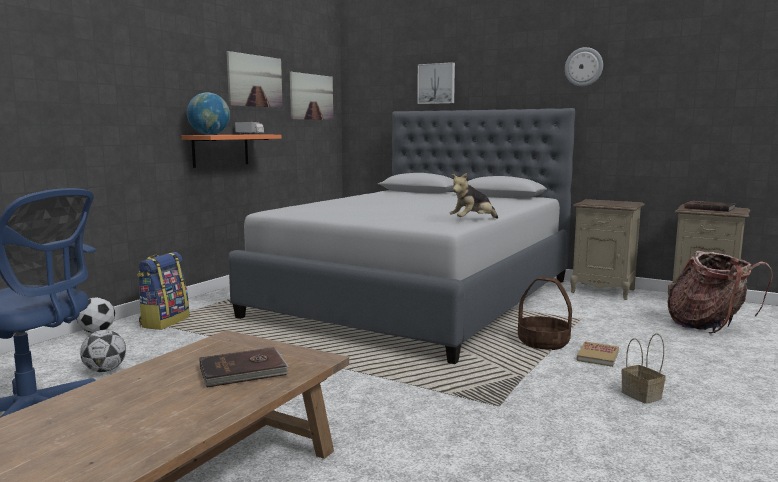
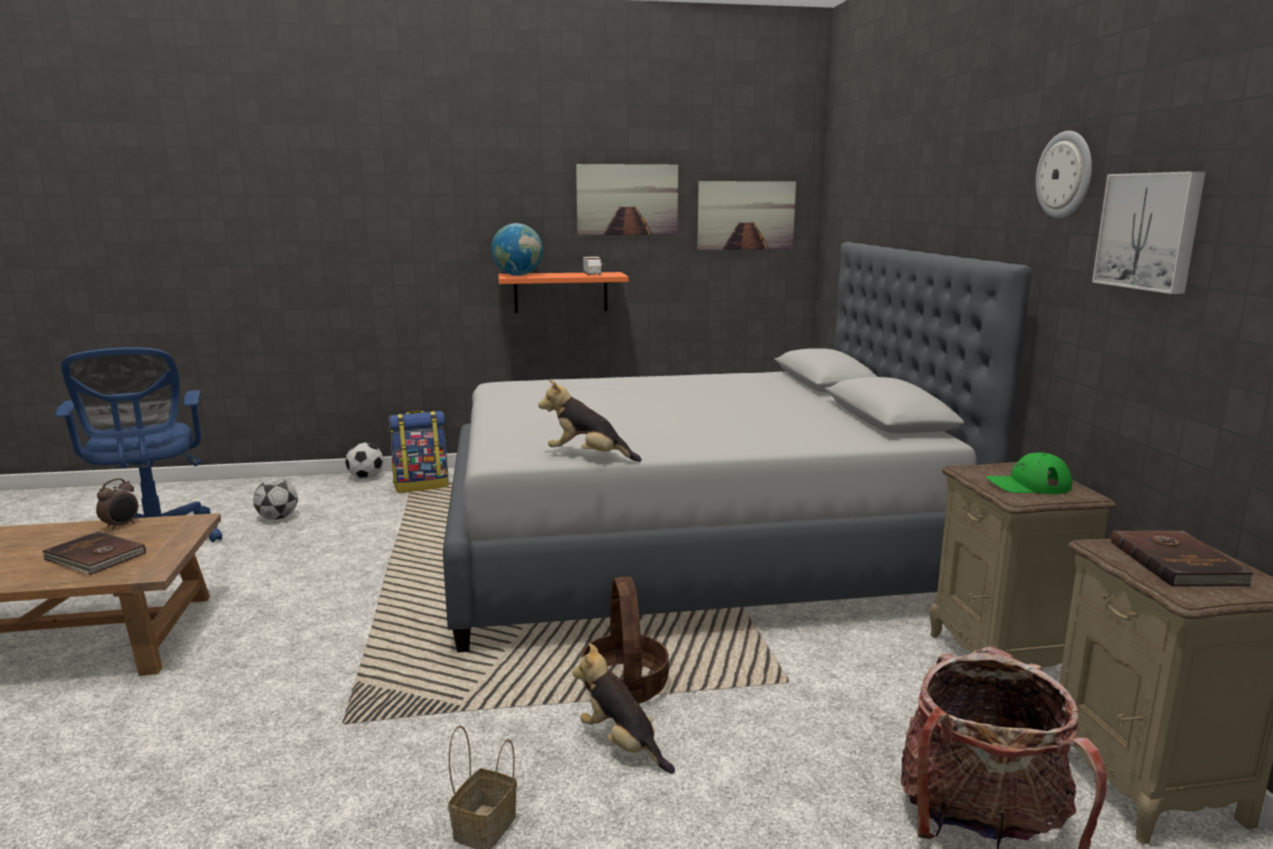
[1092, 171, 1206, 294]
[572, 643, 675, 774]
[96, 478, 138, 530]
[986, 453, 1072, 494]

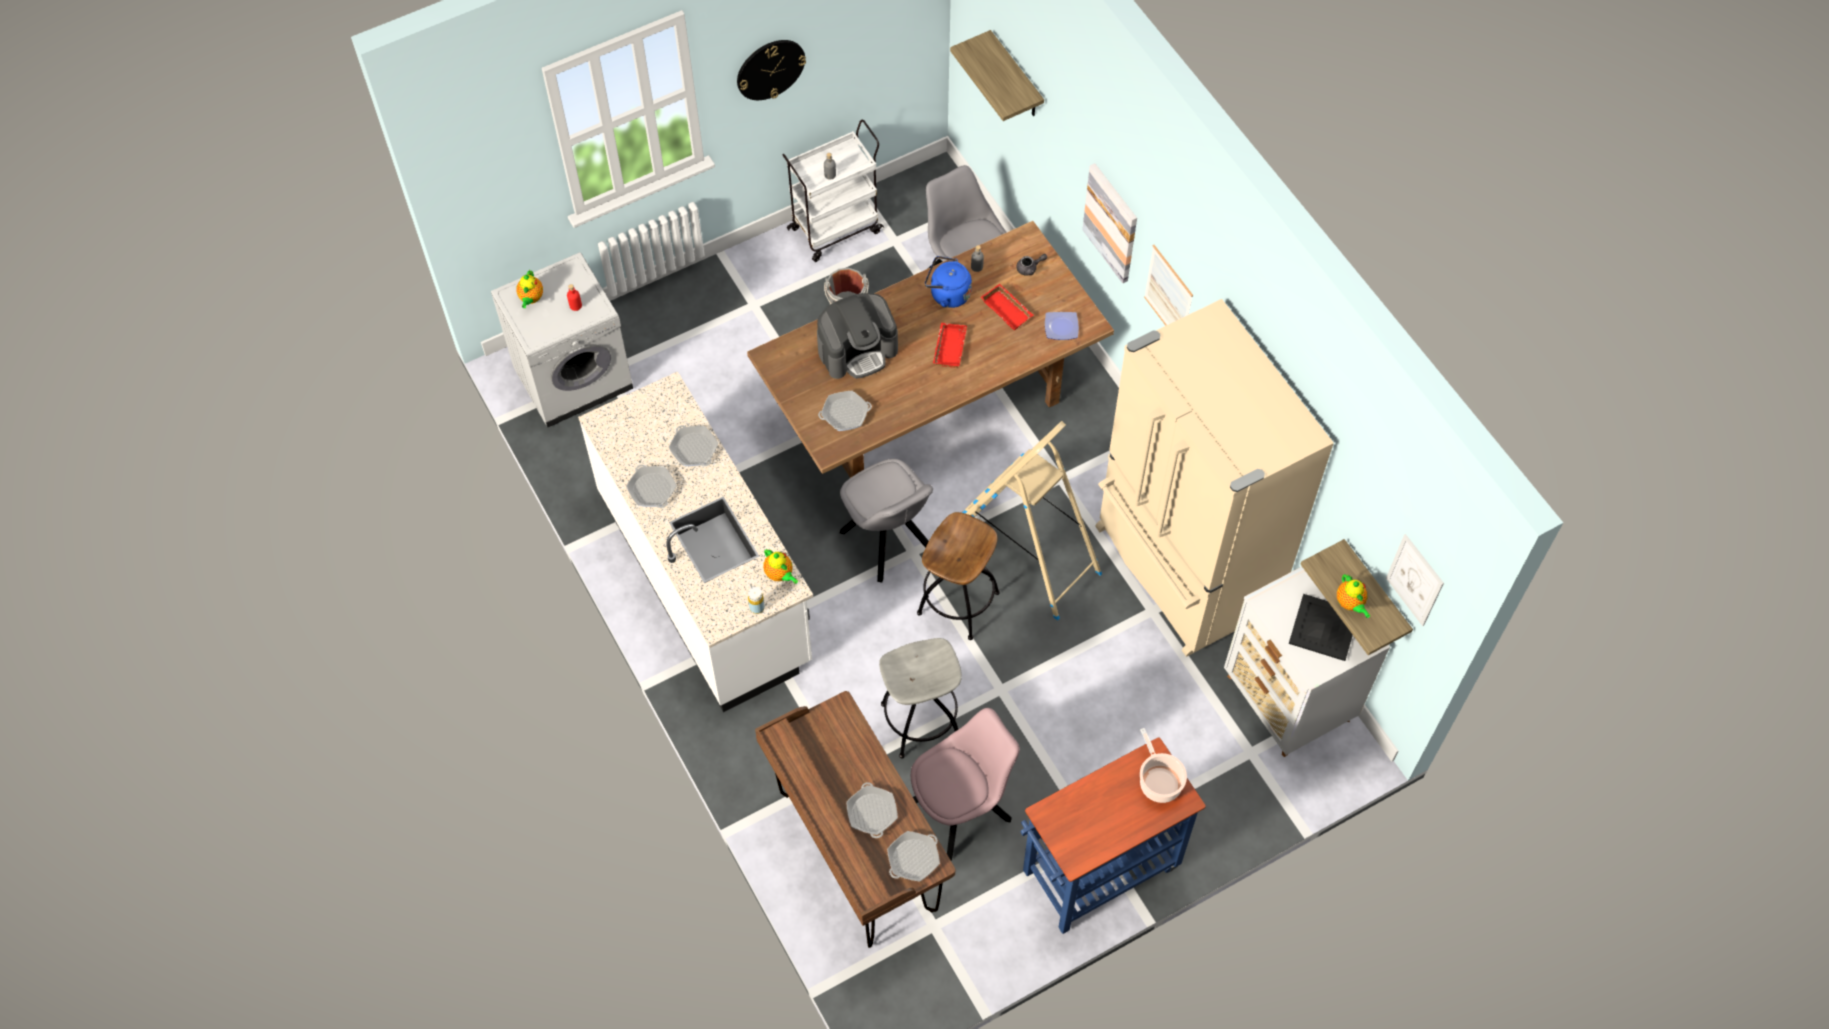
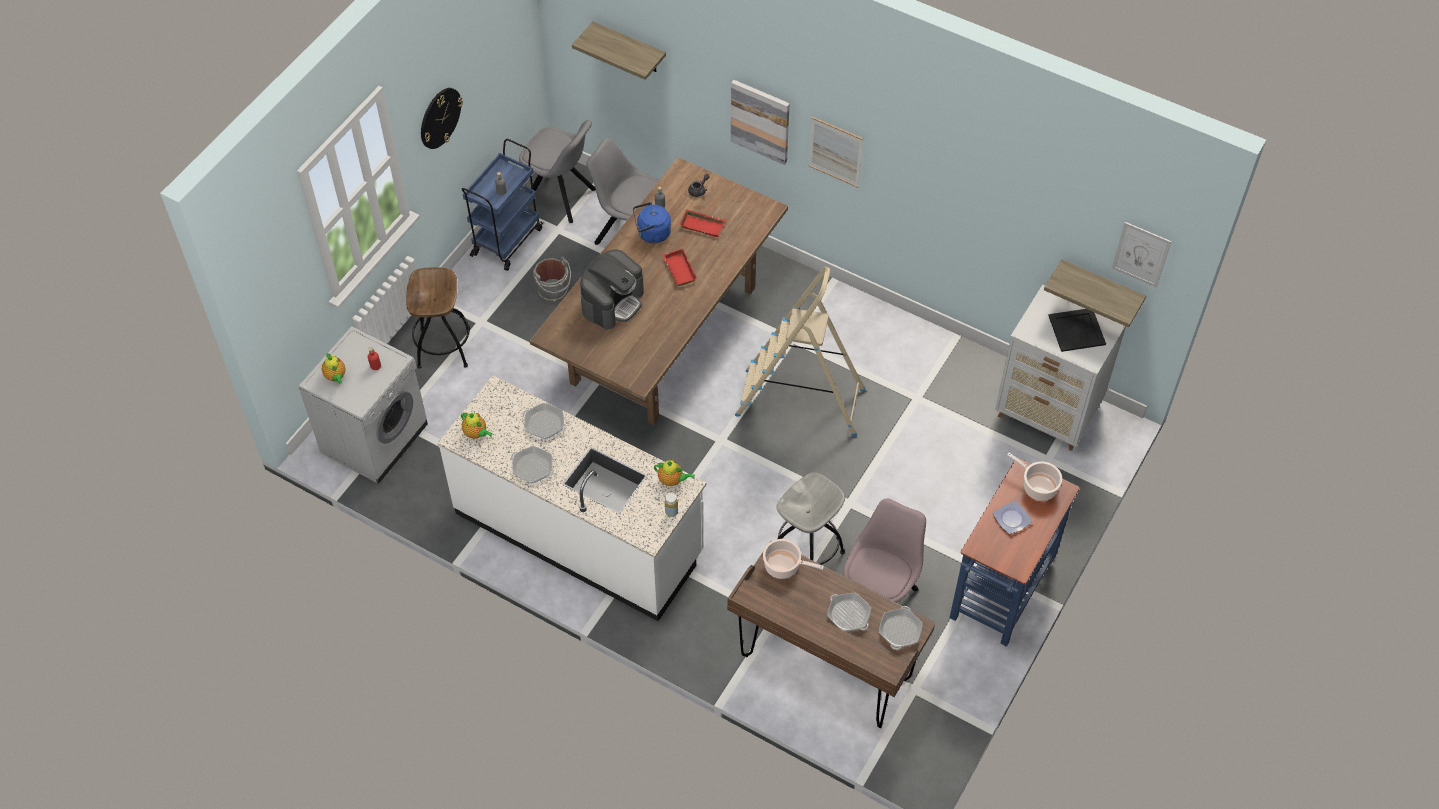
[462, 139, 543, 271]
[818, 391, 872, 431] (first image)
[519, 120, 596, 223]
[406, 268, 470, 369]
[993, 501, 1032, 534]
[1095, 299, 1334, 657] (first image)
[461, 412, 493, 439]
[763, 539, 824, 579]

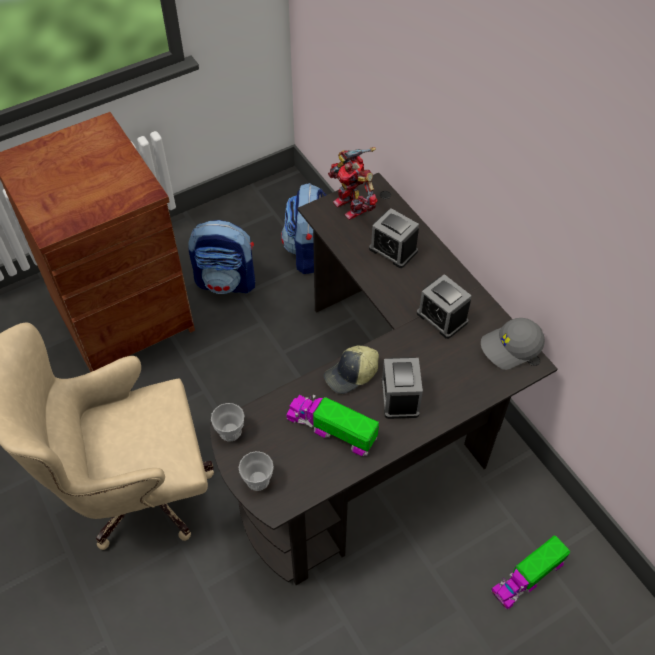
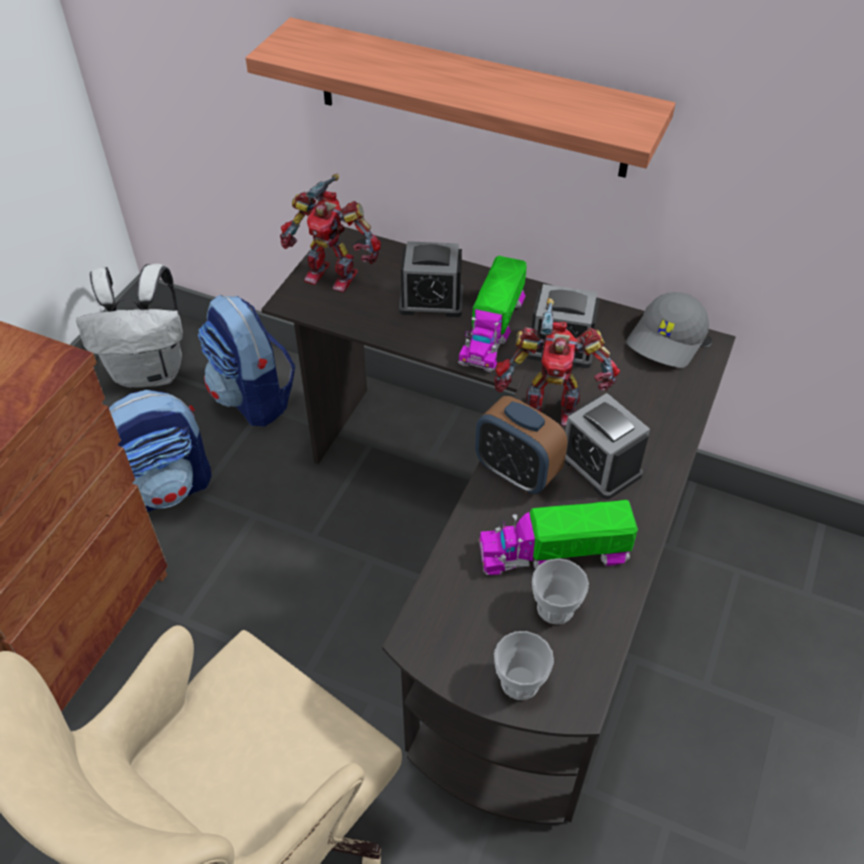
[532, 558, 589, 624]
[475, 396, 567, 494]
[458, 256, 526, 372]
[76, 264, 183, 388]
[246, 17, 676, 178]
[494, 298, 620, 426]

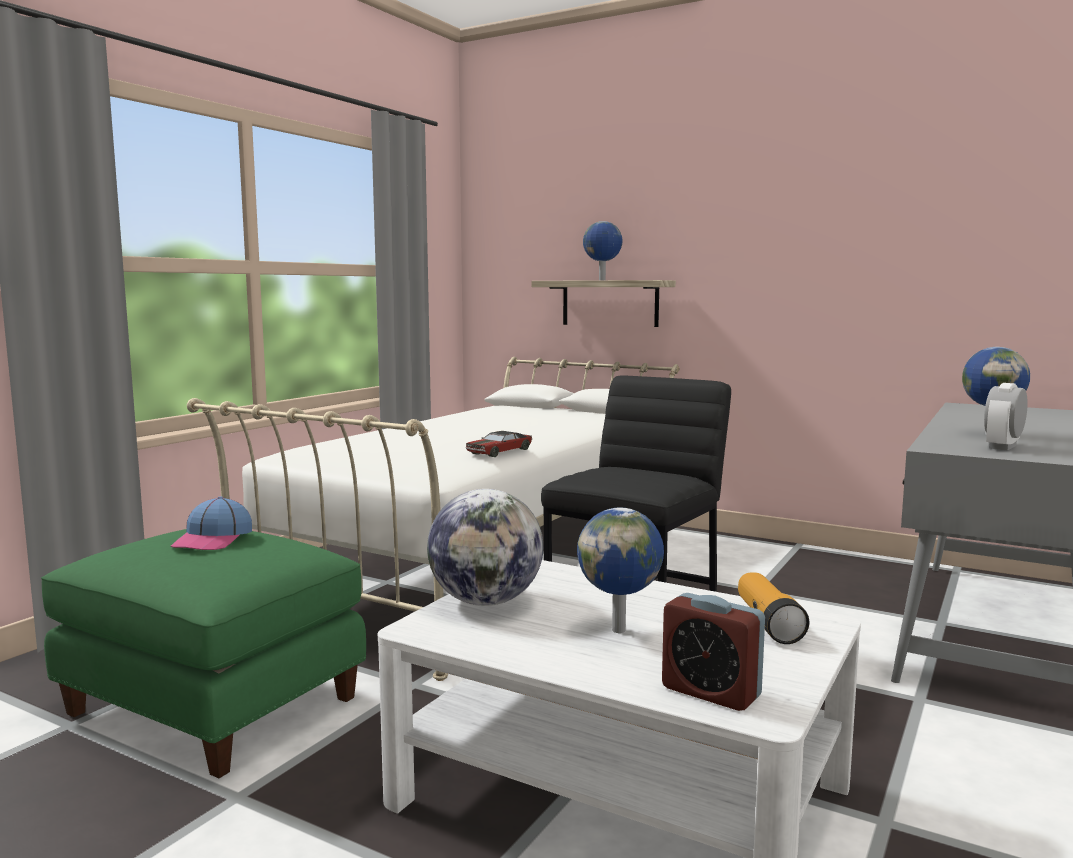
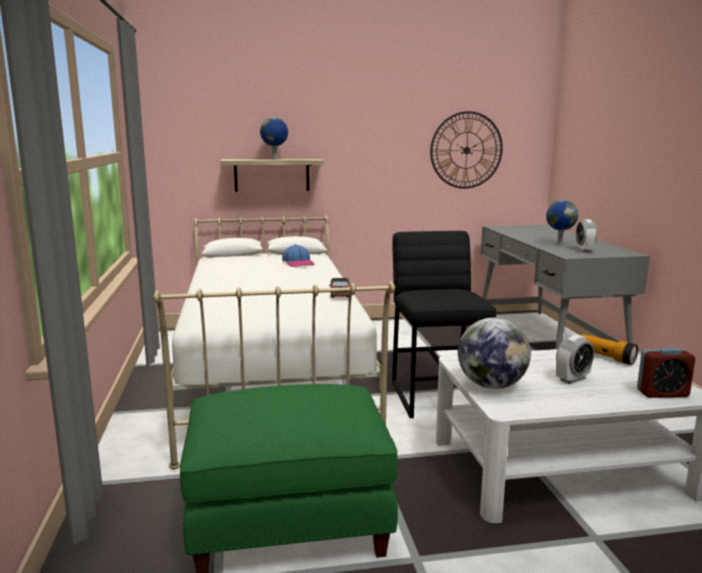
[282, 244, 314, 267]
[556, 335, 594, 384]
[430, 111, 503, 189]

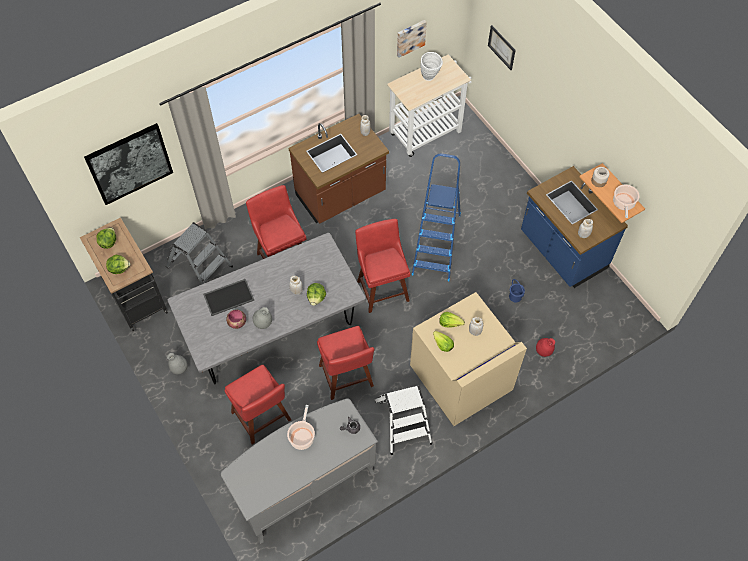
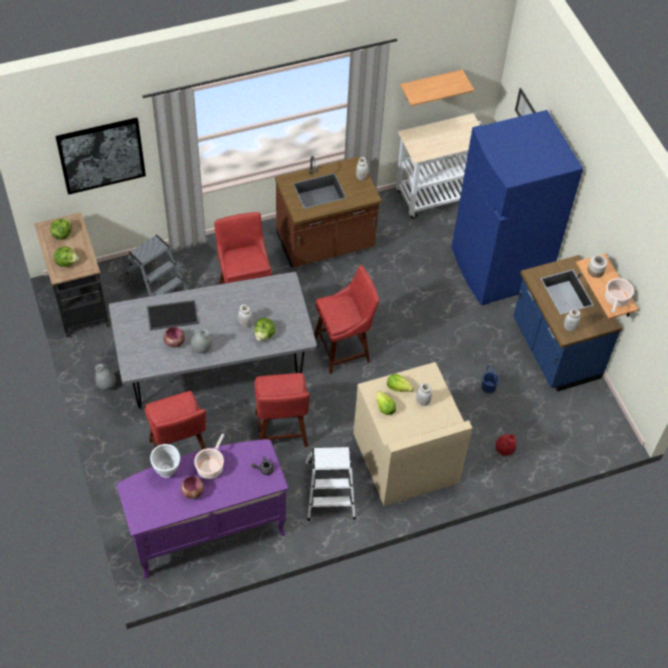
[117, 439, 289, 579]
[314, 265, 379, 374]
[400, 69, 474, 106]
[412, 154, 461, 281] (first image)
[150, 444, 180, 478]
[181, 476, 204, 499]
[452, 110, 583, 306]

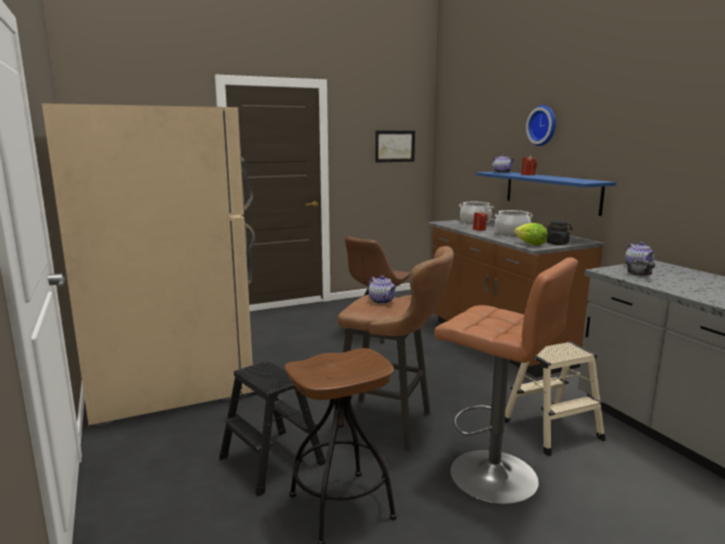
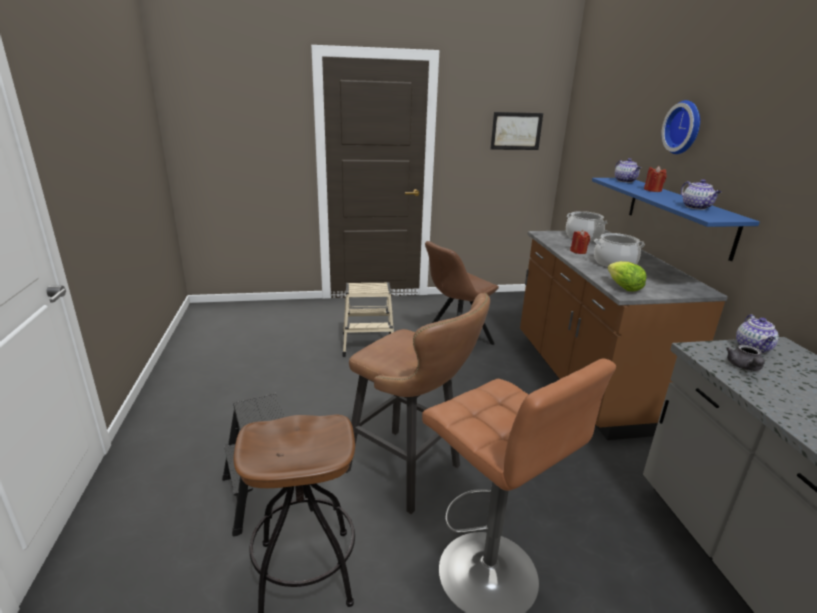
[42, 103, 255, 426] (first image)
[681, 179, 722, 210]
[342, 282, 394, 357]
[547, 221, 573, 245] (first image)

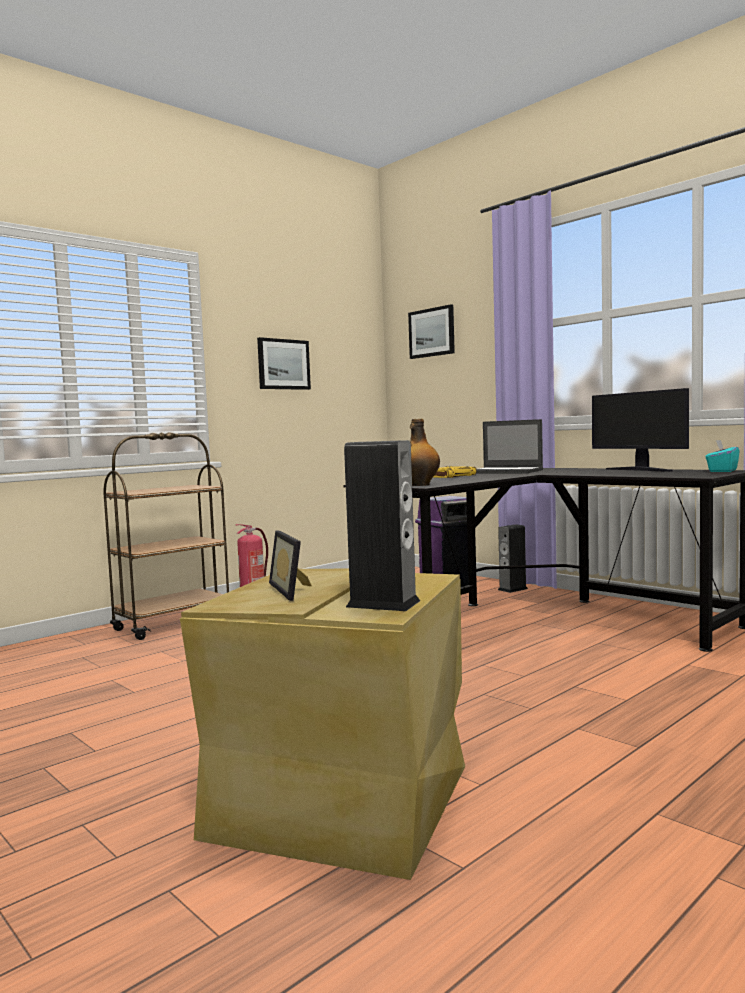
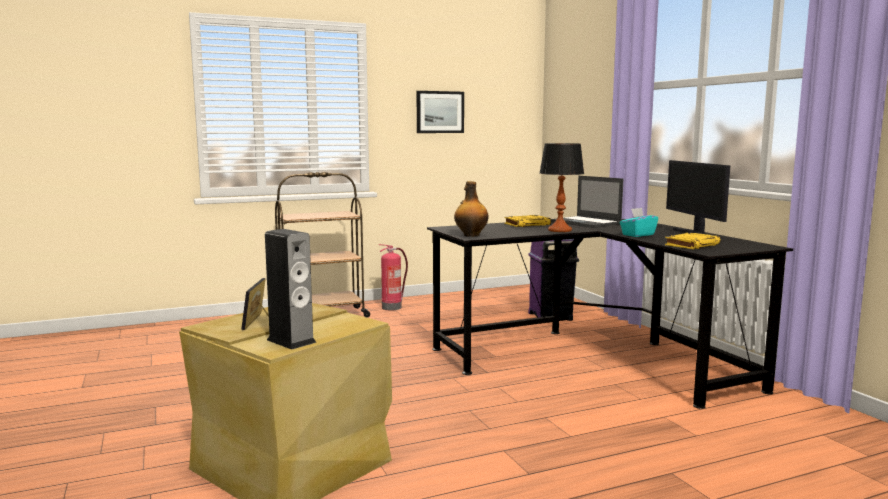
[408, 304, 455, 359] (first image)
[498, 524, 528, 593] (first image)
[620, 208, 658, 237]
[540, 143, 584, 232]
[665, 232, 721, 249]

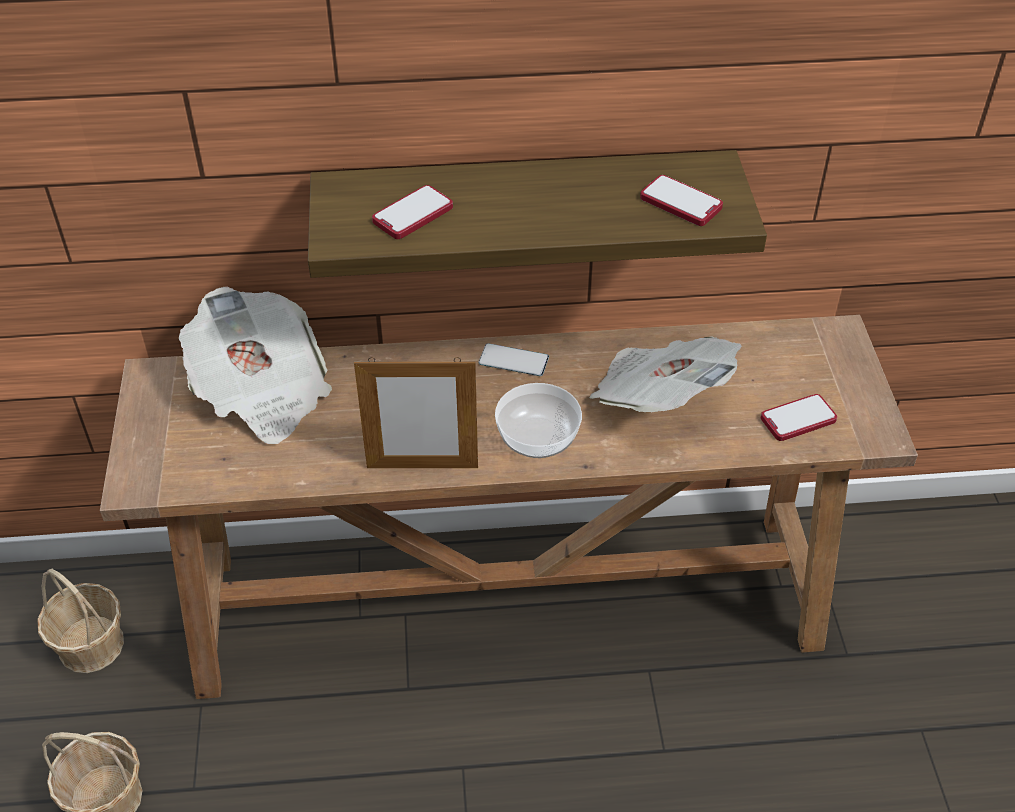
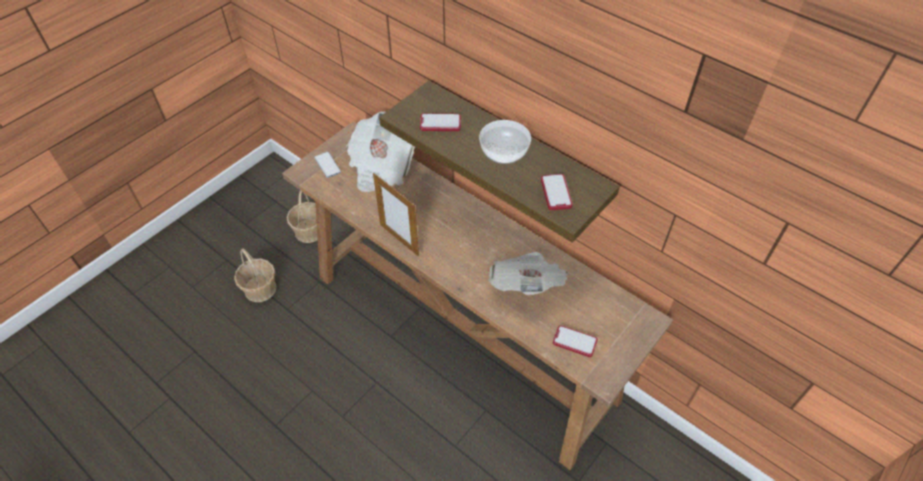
[314, 152, 341, 178]
[479, 120, 531, 164]

